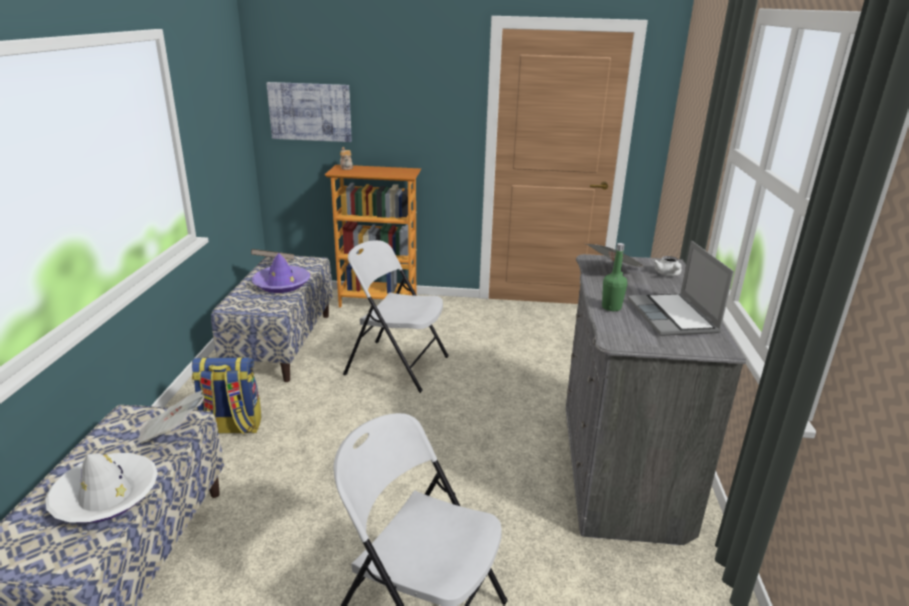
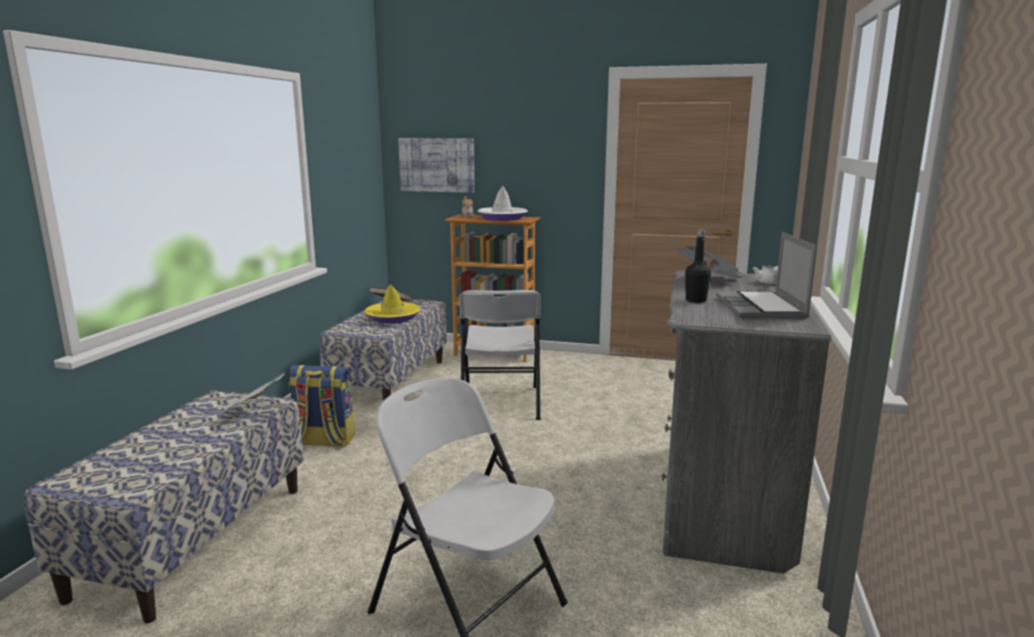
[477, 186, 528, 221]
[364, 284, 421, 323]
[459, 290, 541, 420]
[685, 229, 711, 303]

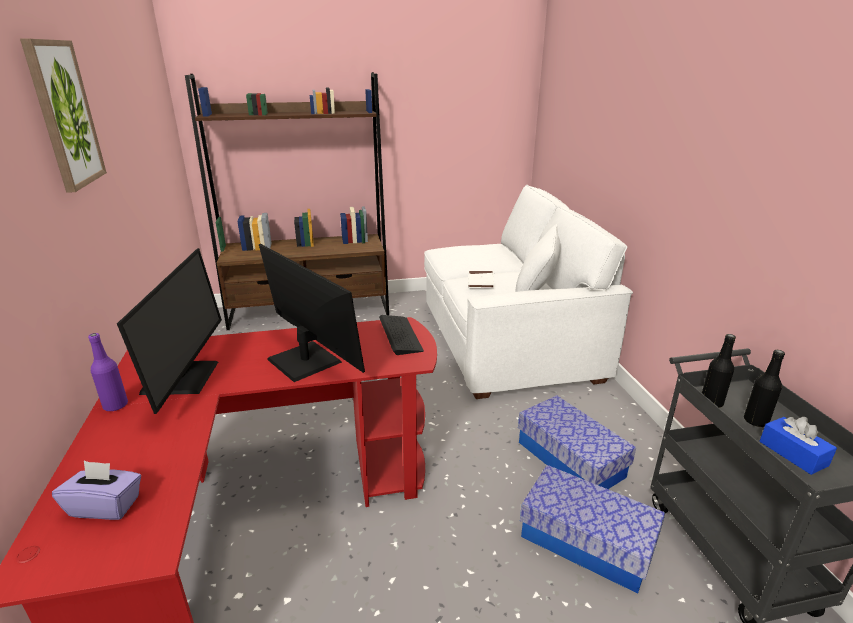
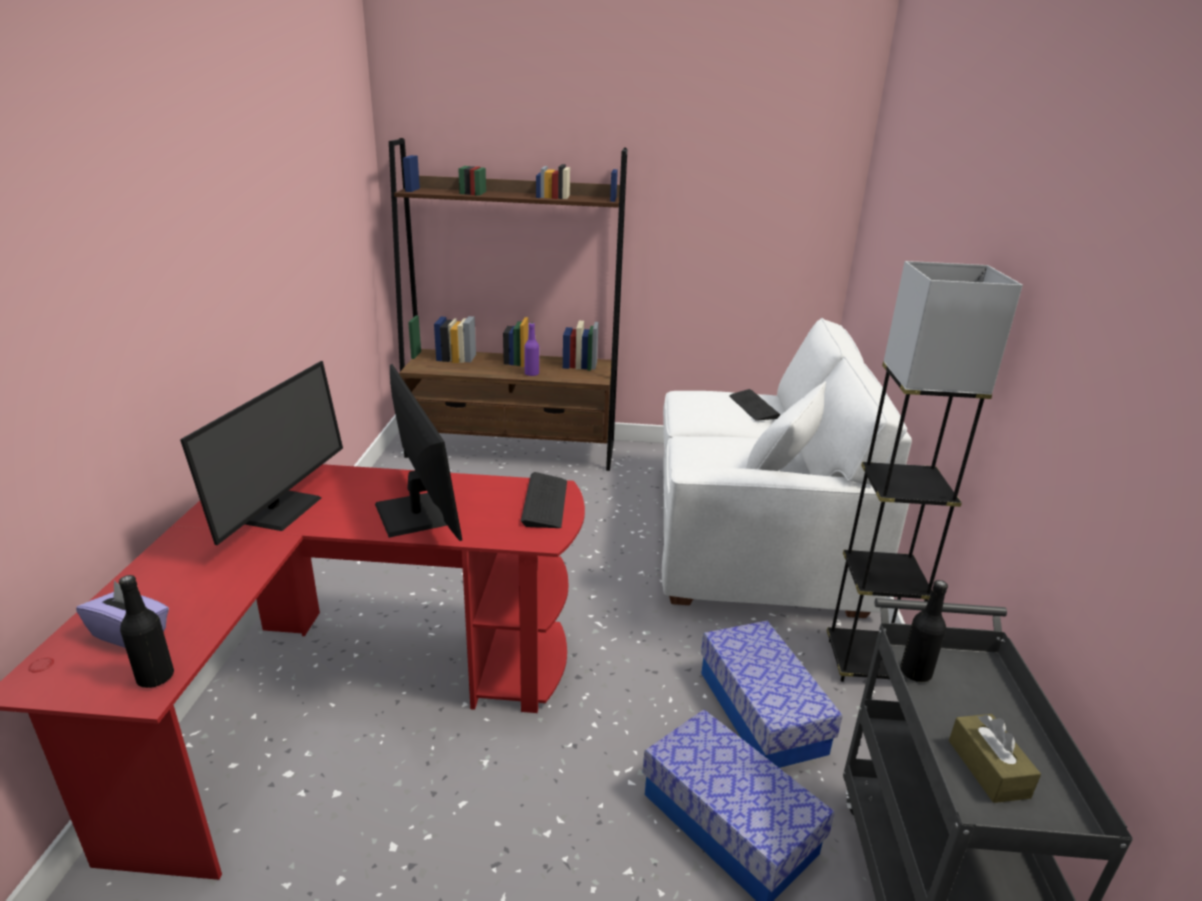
[20, 39, 107, 193] (first image)
[524, 323, 539, 376]
[468, 271, 494, 288] (first image)
[119, 575, 174, 688]
[949, 714, 1041, 803]
[729, 389, 781, 421]
[827, 261, 1023, 682]

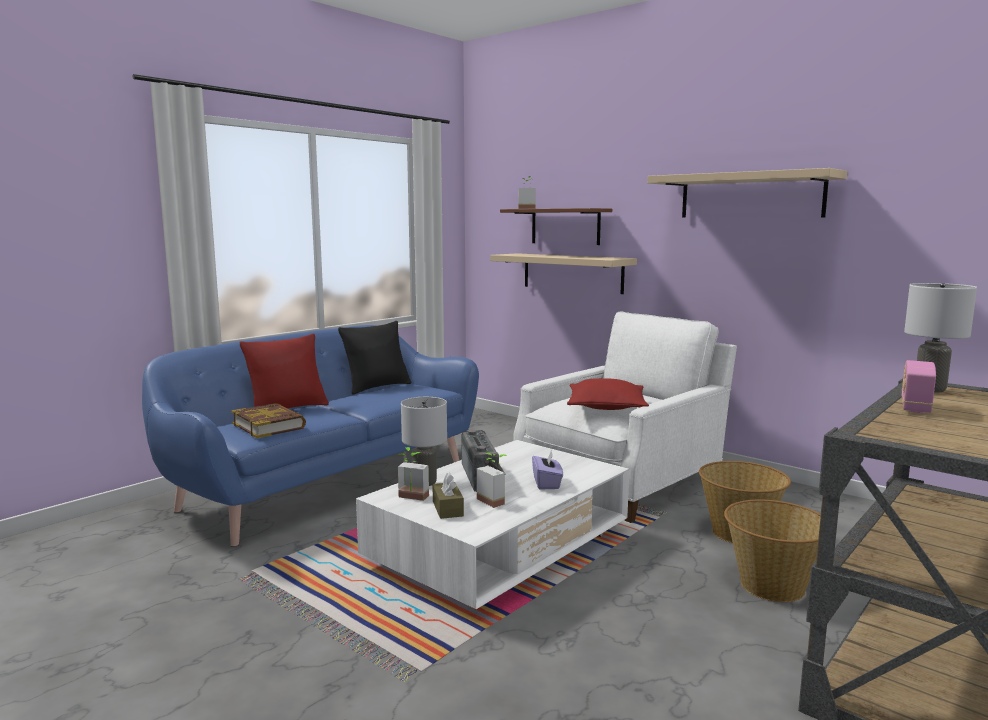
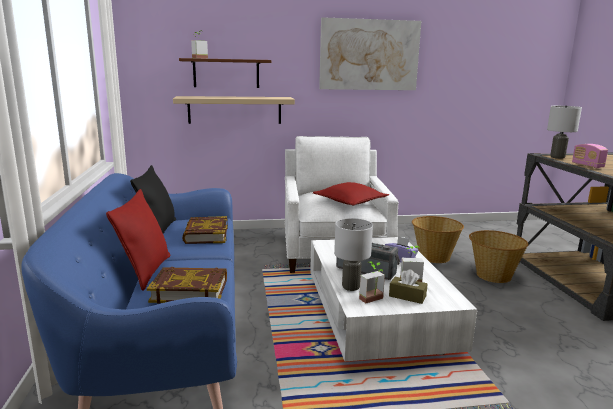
[319, 17, 421, 90]
[182, 216, 228, 244]

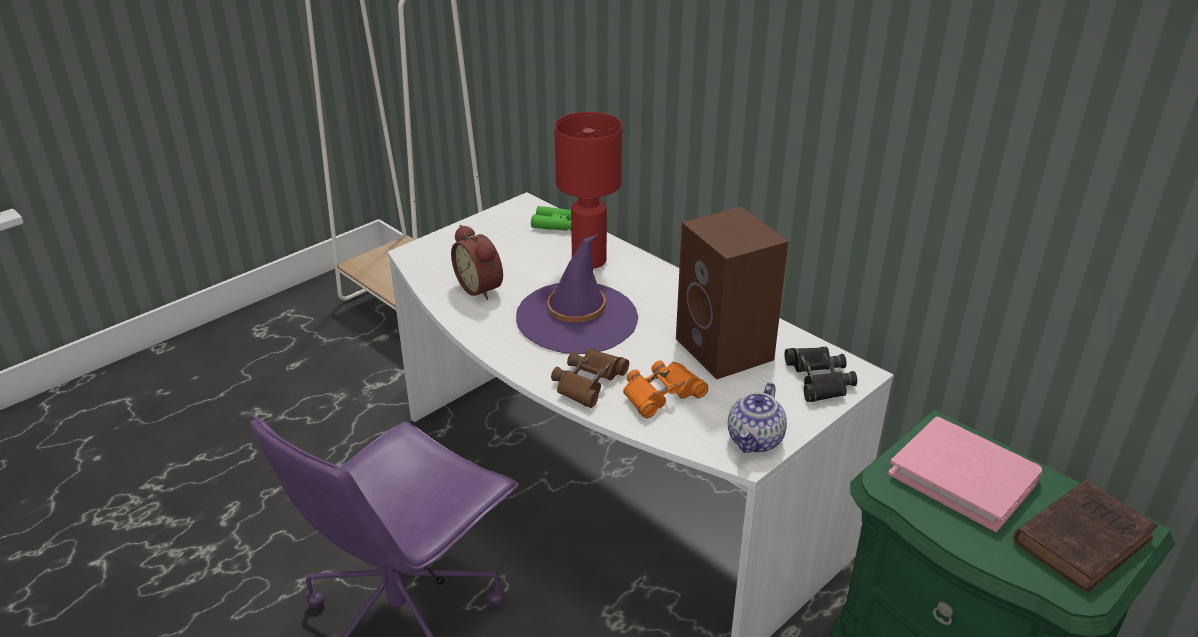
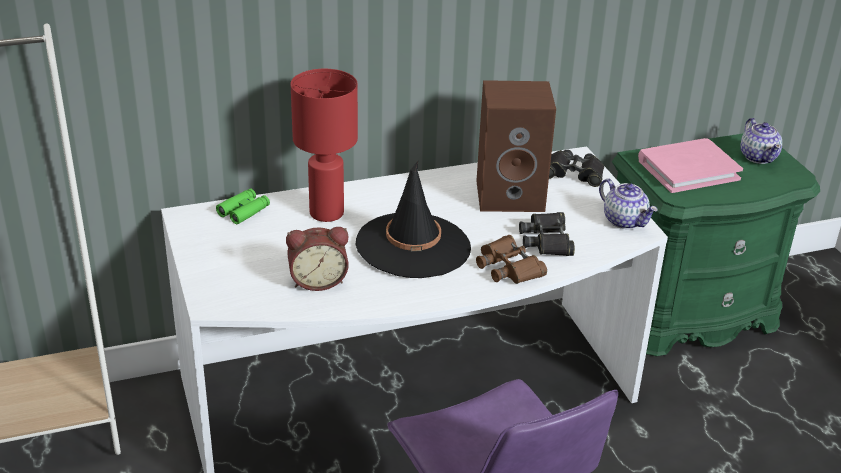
[356, 161, 471, 278]
[519, 212, 575, 256]
[740, 118, 782, 164]

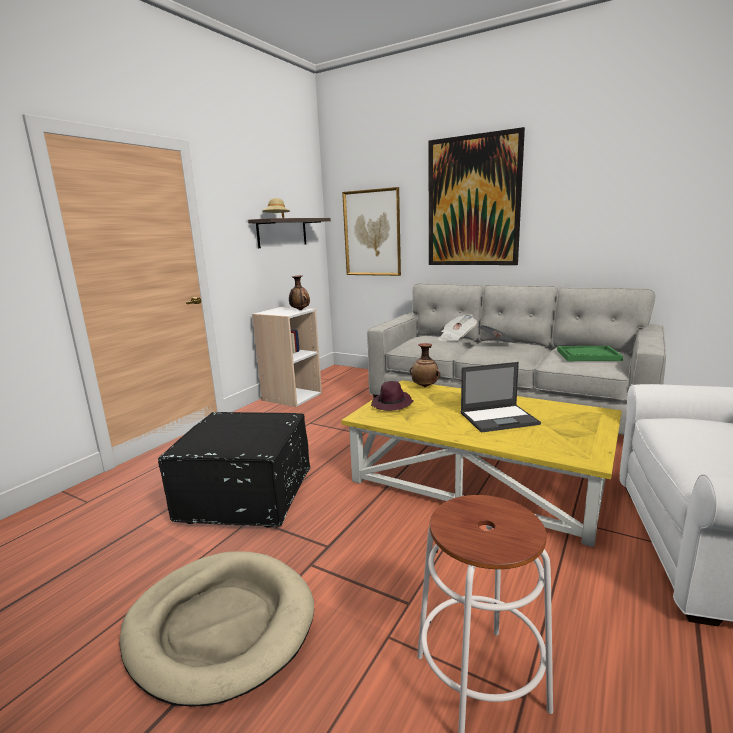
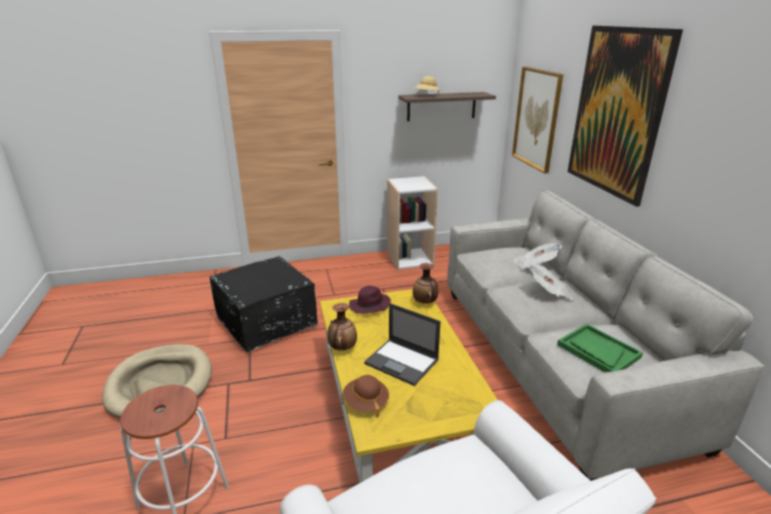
[328, 303, 357, 351]
[343, 375, 389, 417]

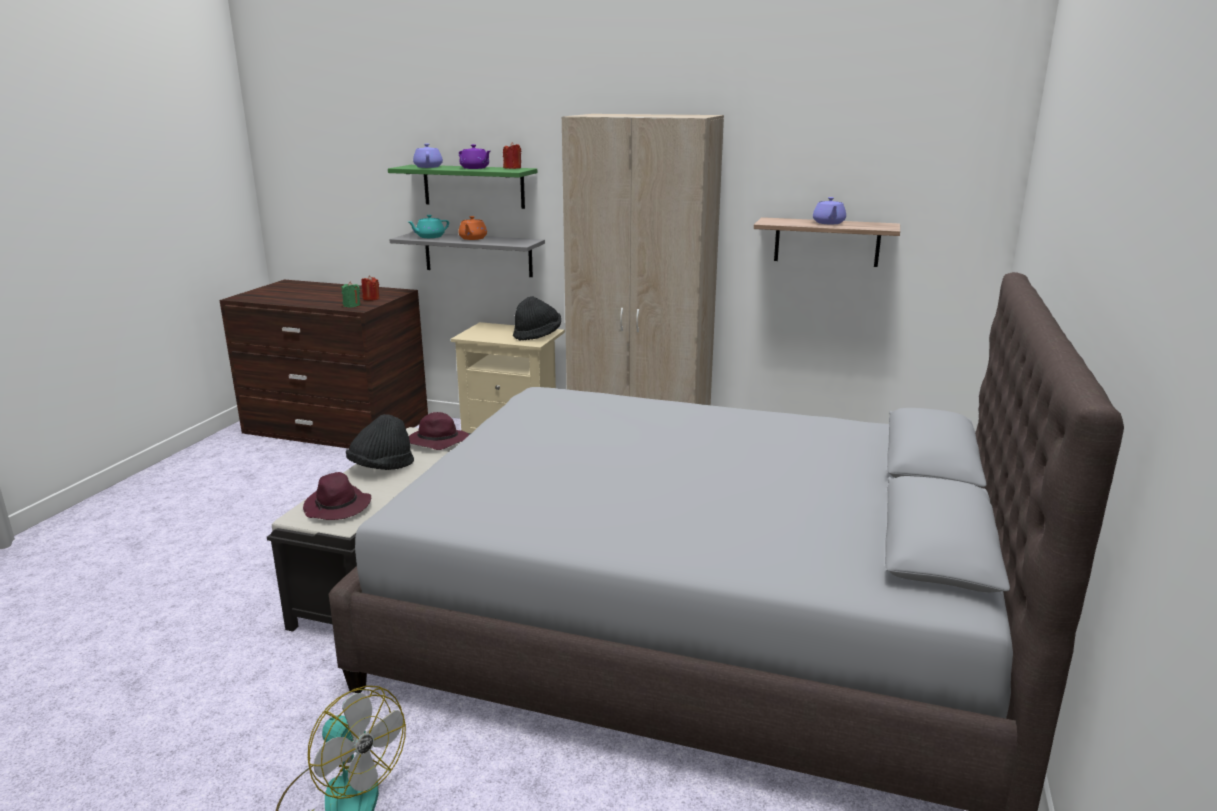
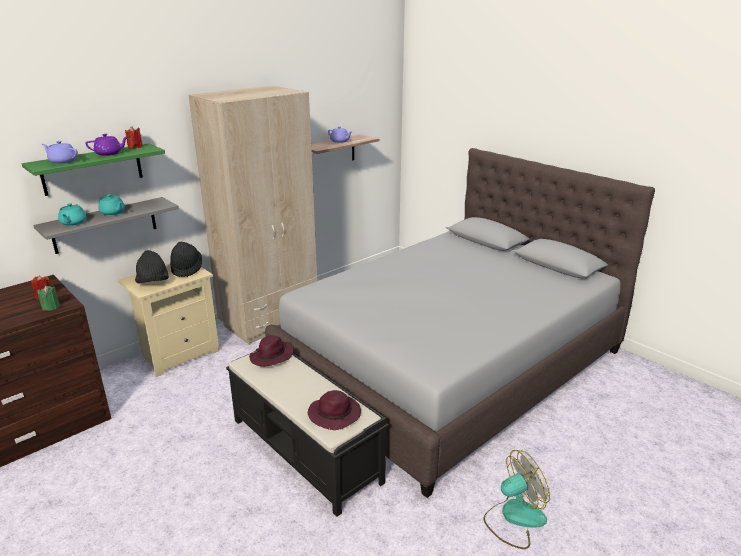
[135, 250, 169, 284]
[98, 194, 125, 215]

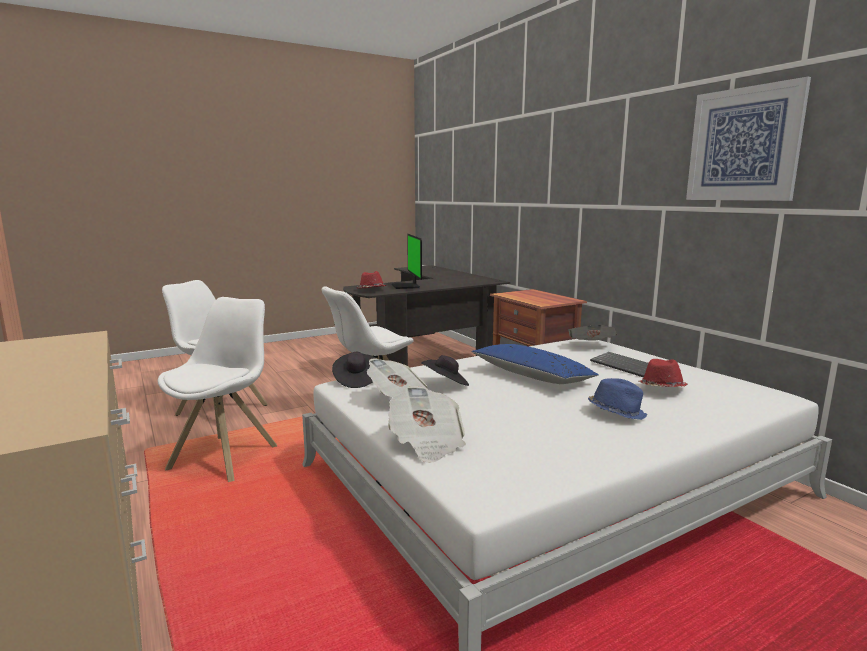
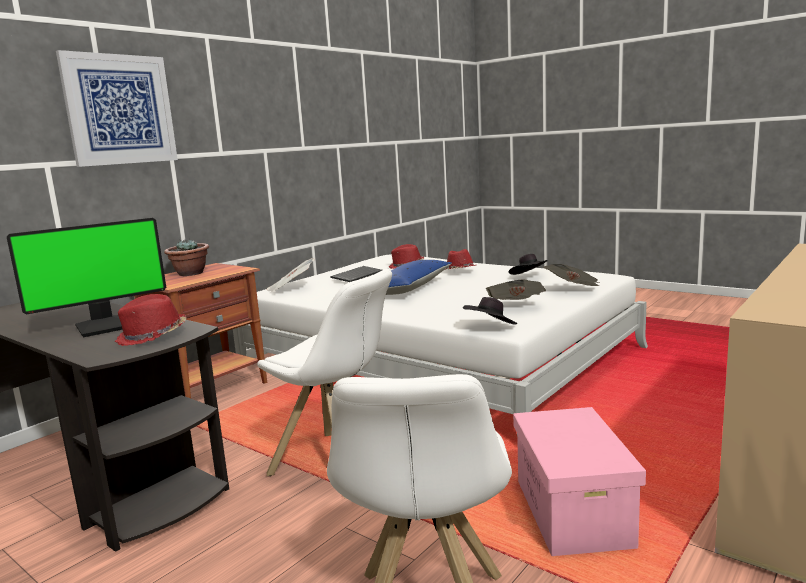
[513, 407, 646, 556]
[509, 254, 548, 275]
[445, 249, 476, 270]
[56, 50, 178, 167]
[164, 240, 209, 276]

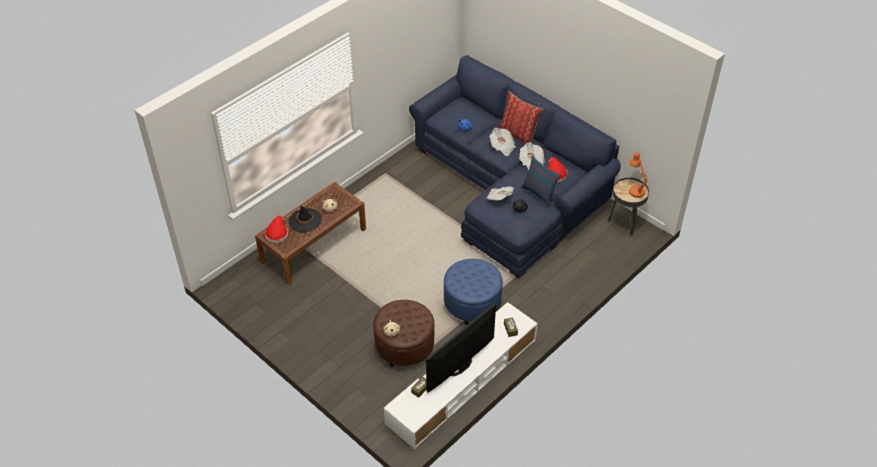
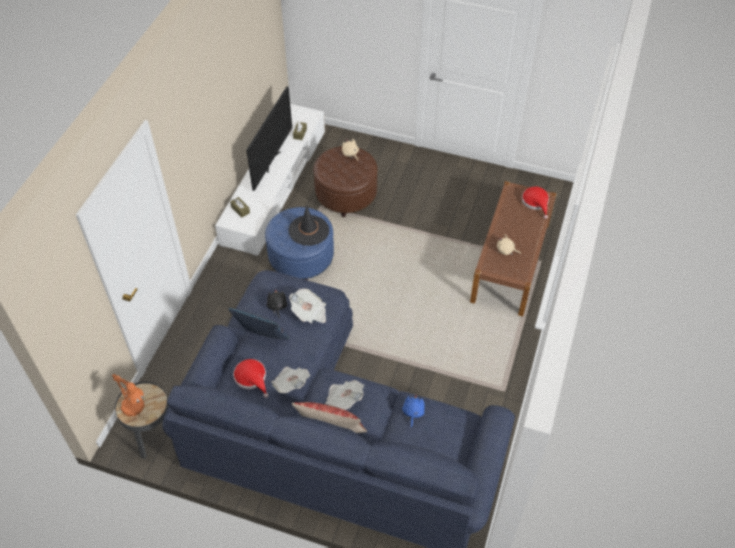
[289, 205, 329, 246]

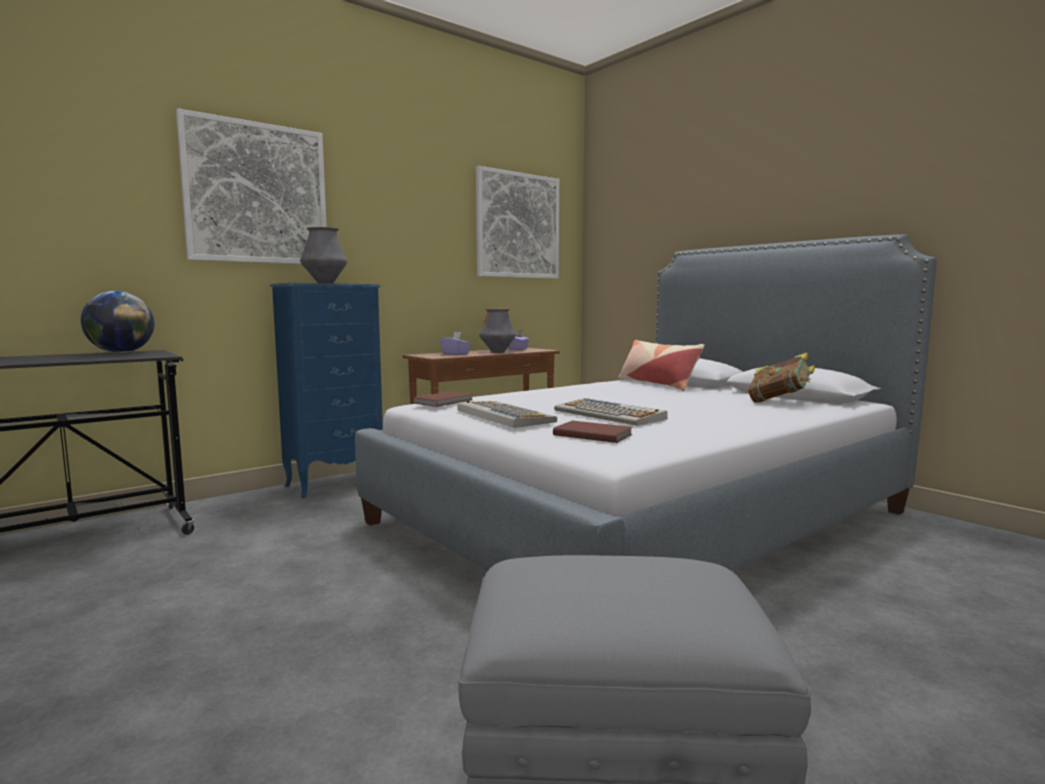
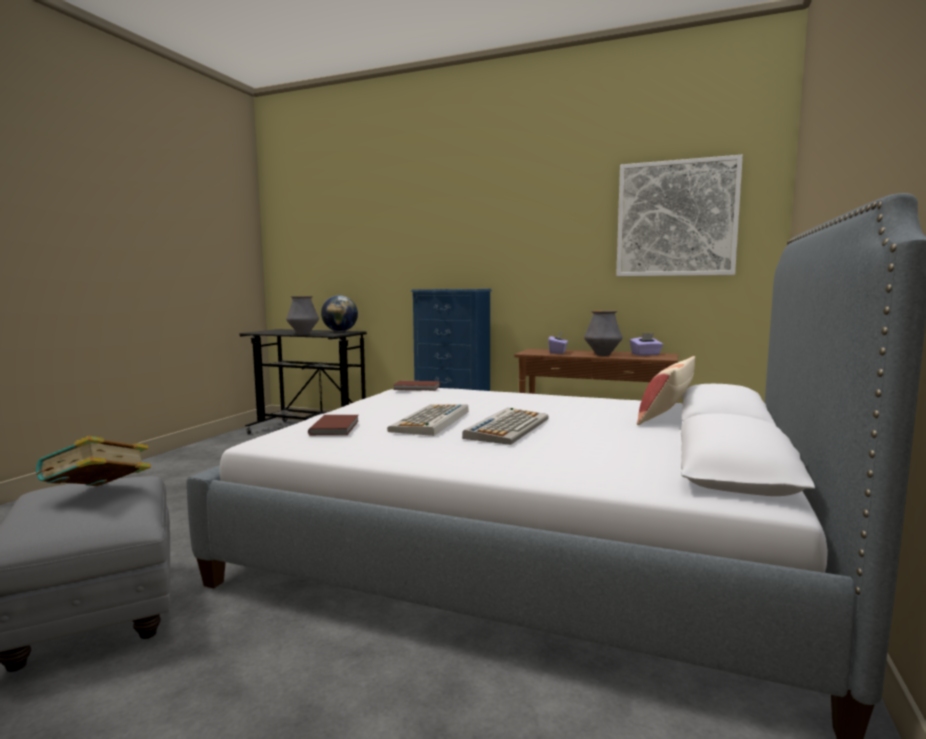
[176, 108, 327, 264] (first image)
[286, 296, 319, 334]
[462, 408, 549, 445]
[36, 436, 151, 486]

